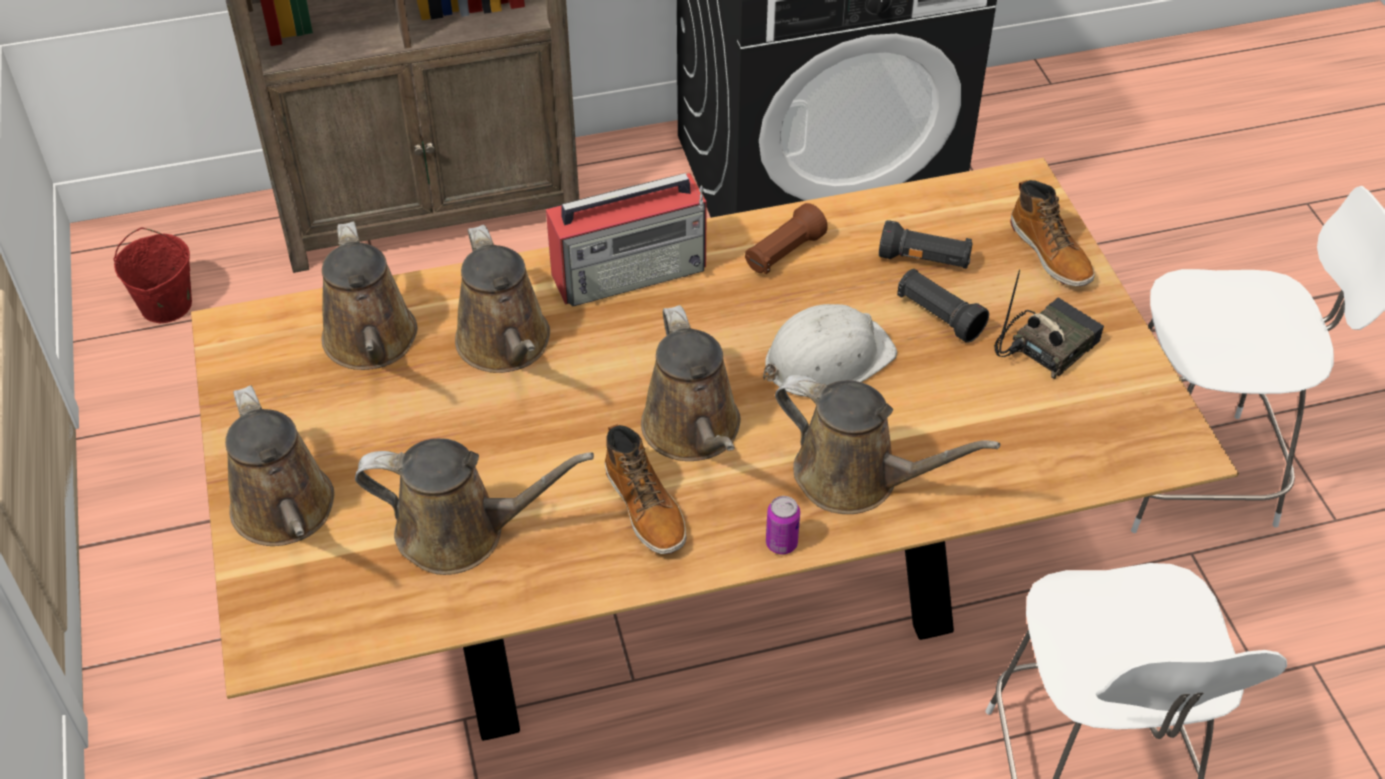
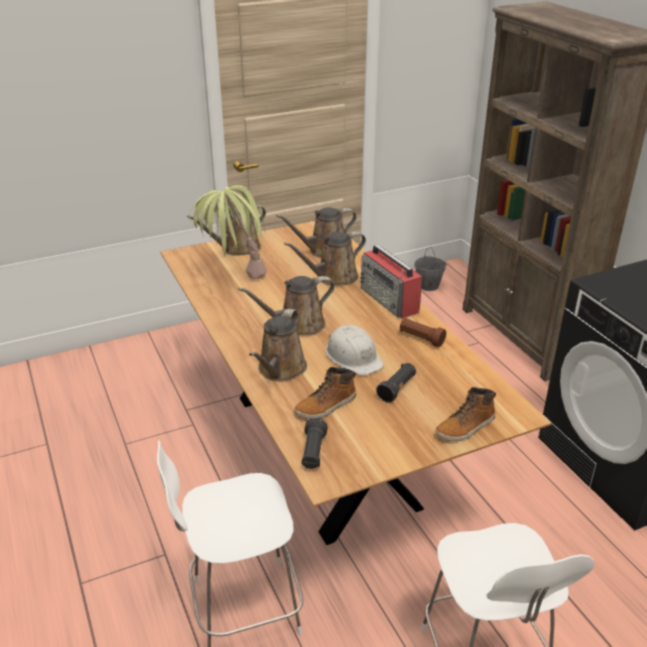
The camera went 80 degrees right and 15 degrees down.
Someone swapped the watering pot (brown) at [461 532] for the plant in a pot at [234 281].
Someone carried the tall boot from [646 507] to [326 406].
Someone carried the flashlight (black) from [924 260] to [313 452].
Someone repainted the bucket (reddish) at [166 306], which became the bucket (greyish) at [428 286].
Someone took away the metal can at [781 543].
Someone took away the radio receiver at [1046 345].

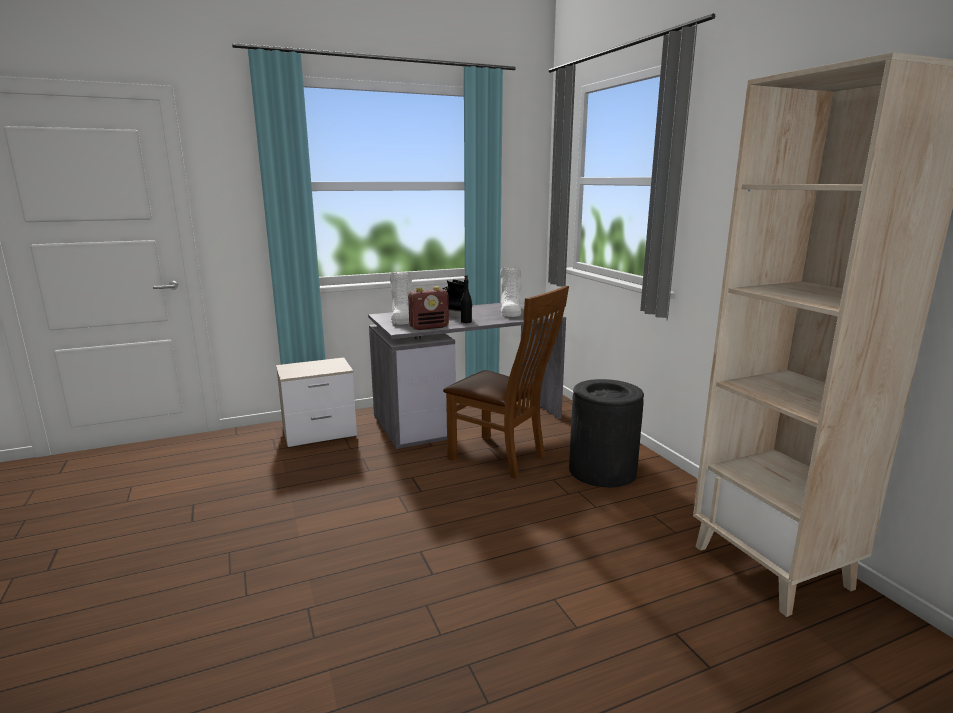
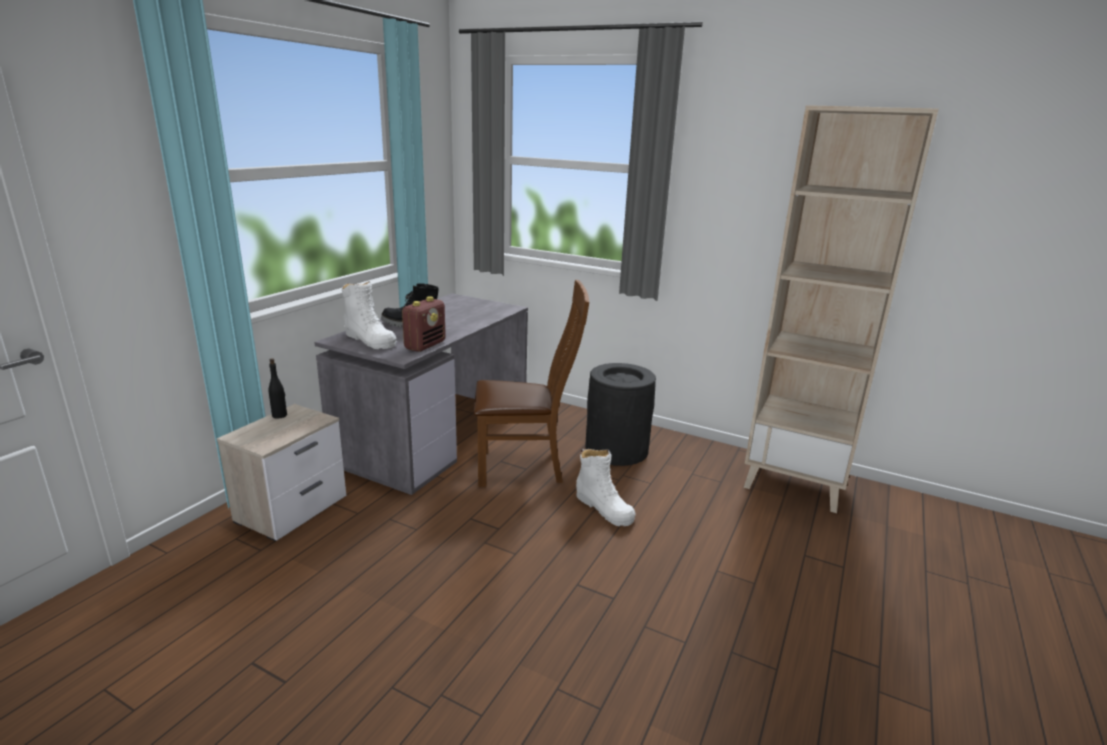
The camera went 40 degrees left and 5 degrees up.
Someone carried the drink bottle (black) from [466 322] to [280 415].
Someone carried the tall boot (white) from [510 311] to [604 508].

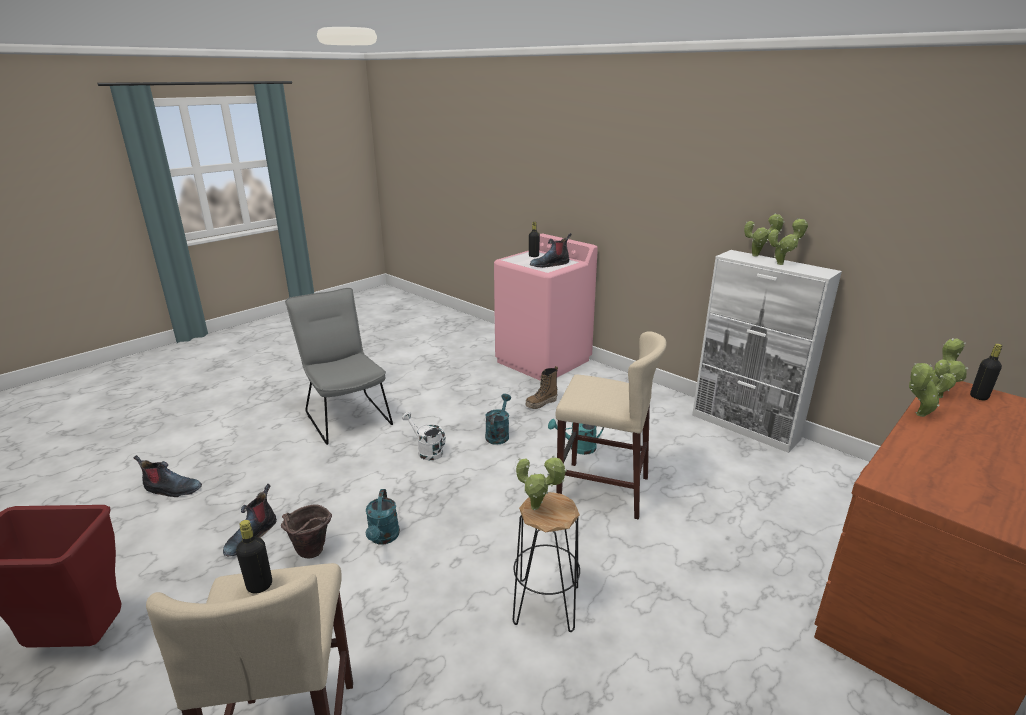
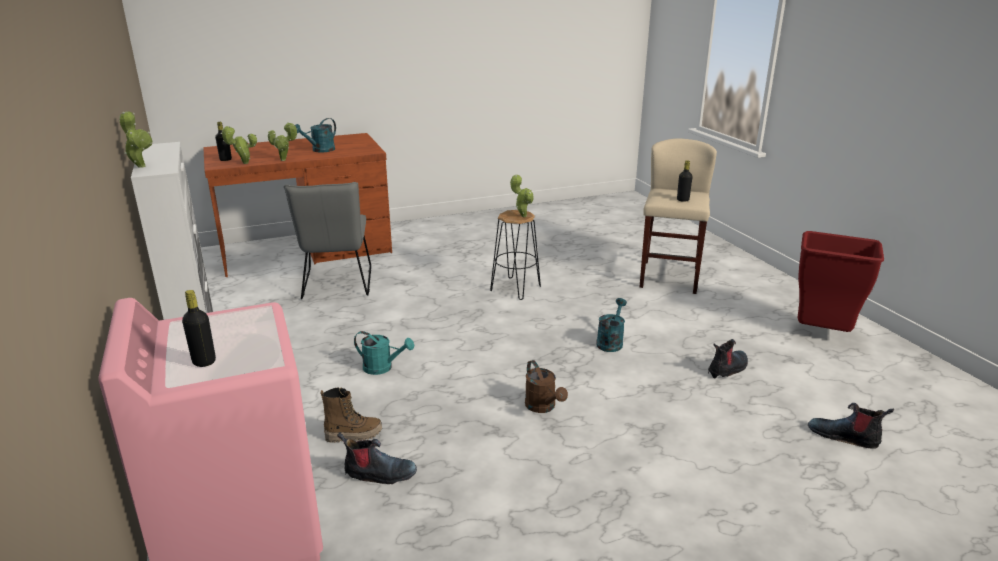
The camera went 155 degrees left and 0 degrees up.
Someone carried the chair (greyish) from [346 415] to [336 285].
Someone carried the watering pot (turquoise-coloured) from [498 434] to [320 150].
Someone carried the tall boot from [550 264] to [379 474].
Someone repainted the watering pot (white) at [427 451], which became the watering pot (brown) at [543 407].
Someone took away the bucket (brown) at [311 554].
Someone took away the stool (beige-coloured) at [602 489].
Someone took away the plant in a pot at [782 263].

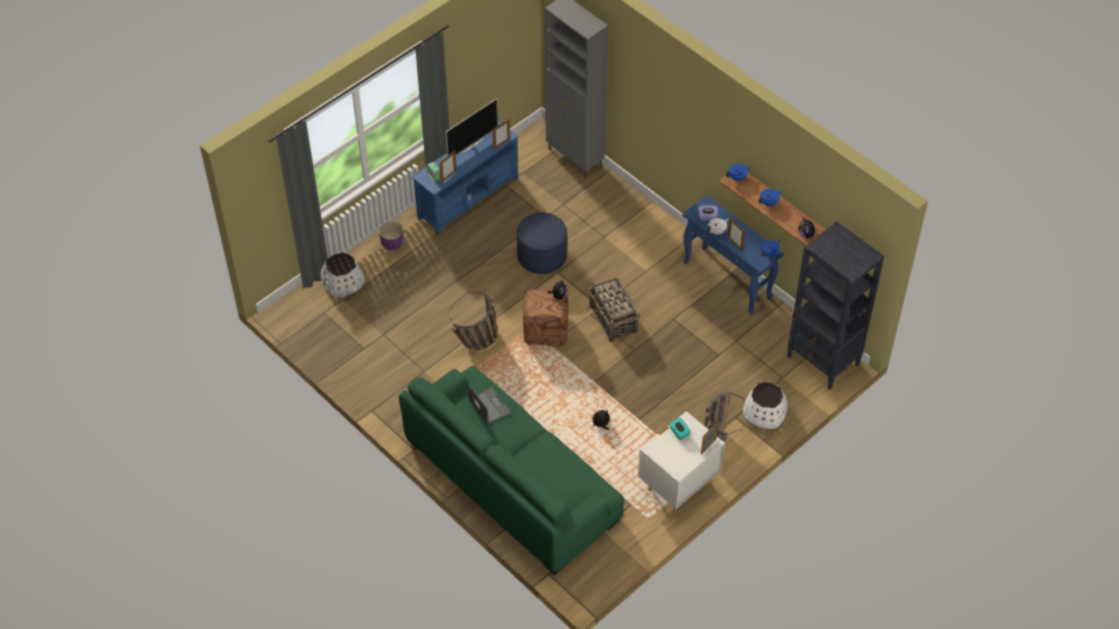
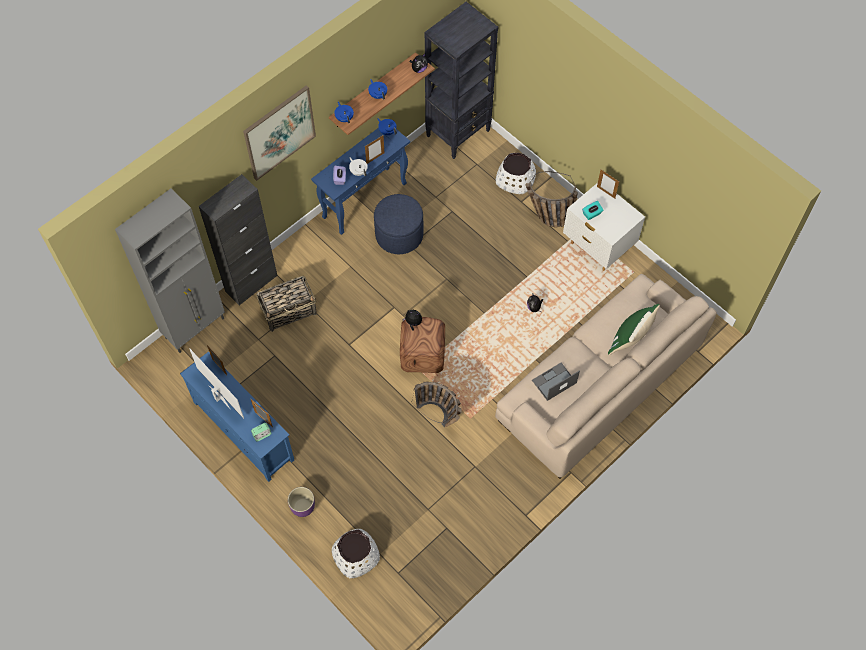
The camera went 90 degrees left and 10 degrees up.
Someone put down the cupboard (black) at [251 283].
Someone put up the wall art at [279 132].
Someone carried the storage basket from [613 319] to [289 311].
Someone carried the footrest (blue-coloured) from [542 256] to [399 235].
Someone repainted the sofa (green-coloured) at [512 479], which became the sofa (beige-coloured) at [599 383].
Someone put down the pillow (green-coloured) at [630 340].

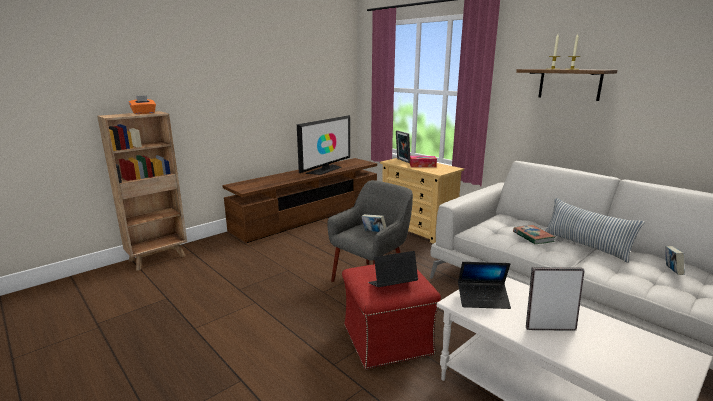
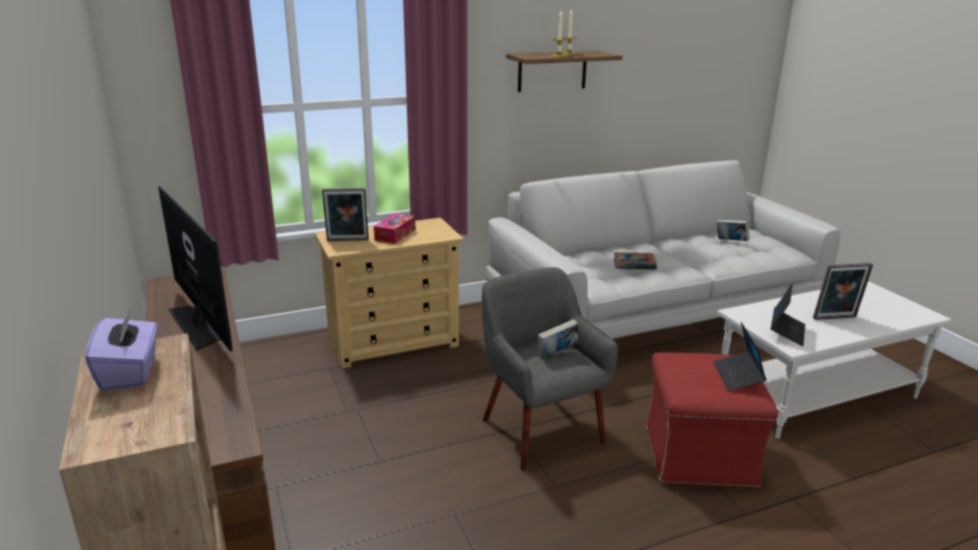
The camera went 70 degrees left and 5 degrees up.
Someone repainted the tissue holder (orange-coloured) at [144 113], which became the tissue holder (purplish) at [130 372].
Someone rotated the standing frame at [549 327] by 120 degrees counterclockwise.
Someone took away the pillow at [585 245].

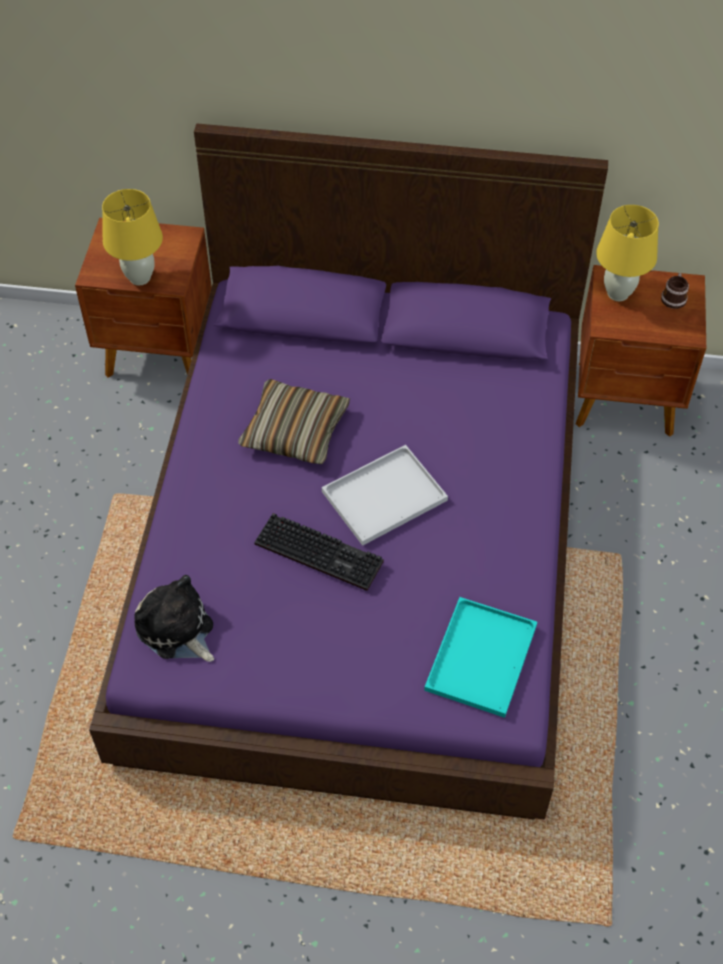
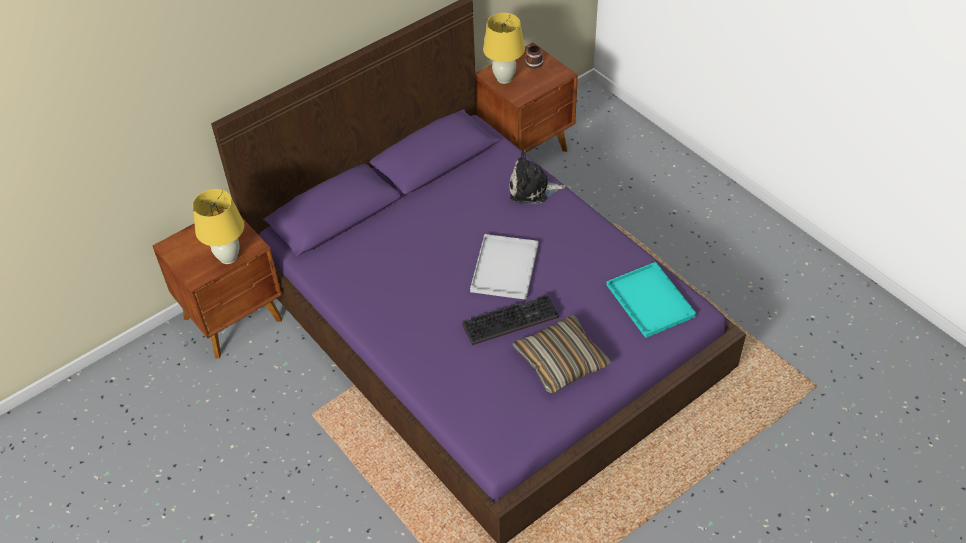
The camera went 45 degrees left and 5 degrees down.
Someone carried the soft toy from [177 630] to [532 189].
Someone carried the pillow from [295 431] to [561 361].

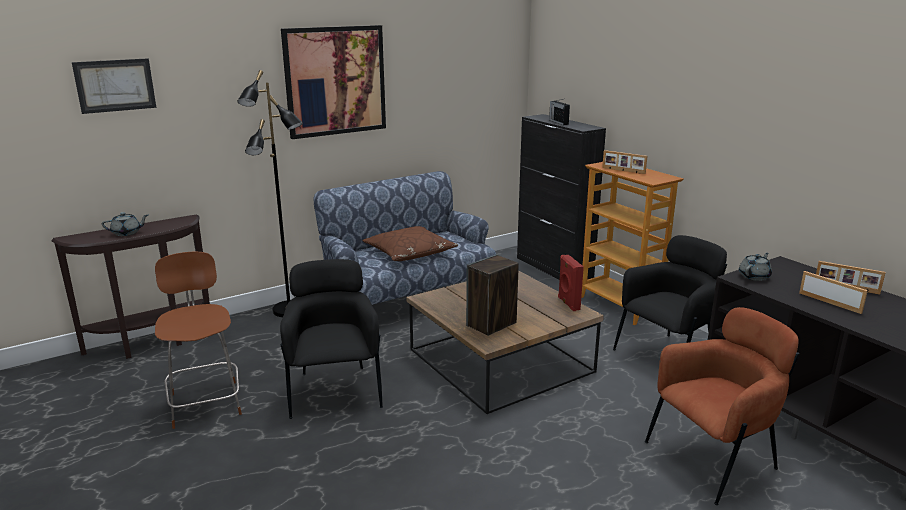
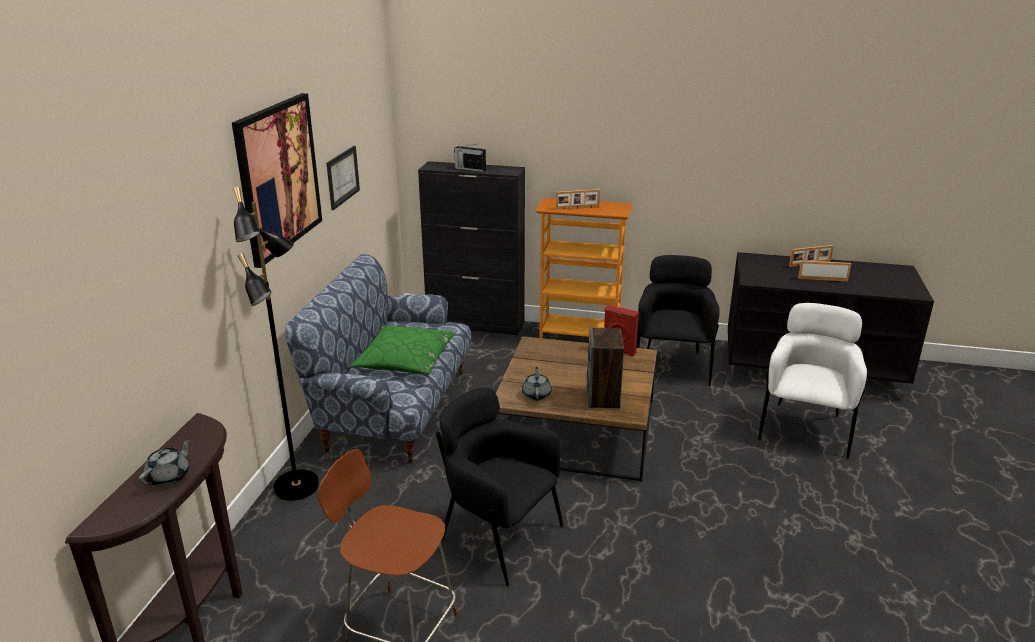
The camera went 45 degrees left and 5 degrees up.
Someone carried the wall art from [115 85] to [342 177].
Someone repainted the pillow (brown) at [410 253], which became the pillow (green-coloured) at [405 360].
Someone carried the pot for tea (greyish) from [754 276] to [536 394].
Someone repainted the lounge chair (brown) at [714 459], which became the lounge chair (white) at [805 429].

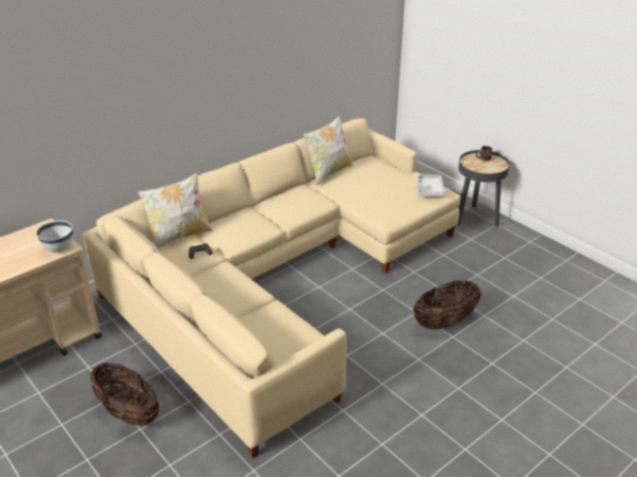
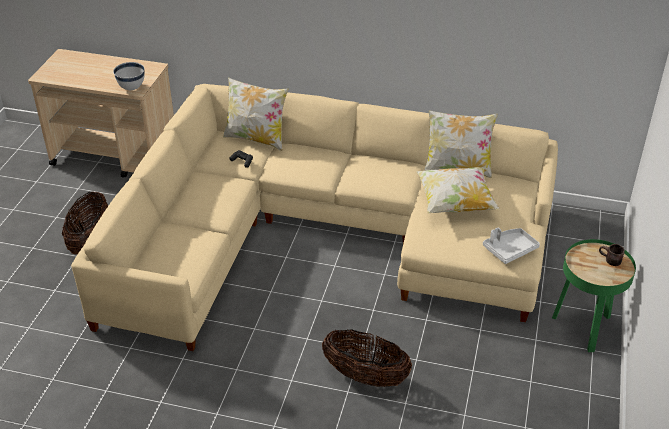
The camera went 55 degrees right and 5 degrees up.
Someone put down the pillow at [455 203].
Someone repainted the side table (black) at [476 218], which became the side table (green-coloured) at [584 327].

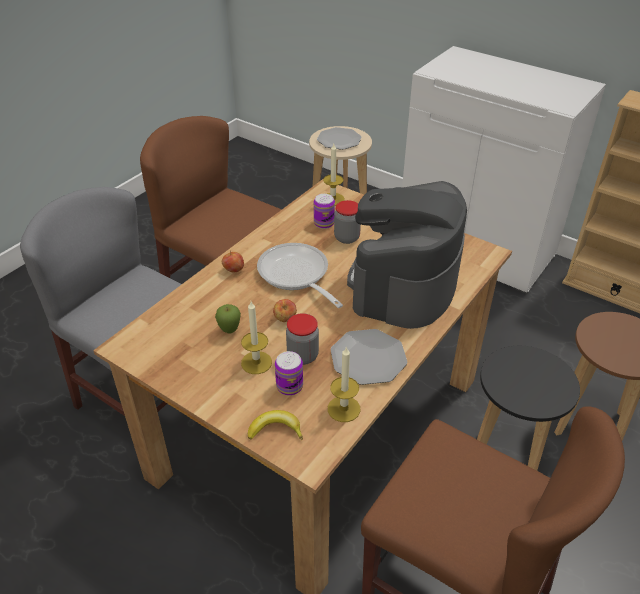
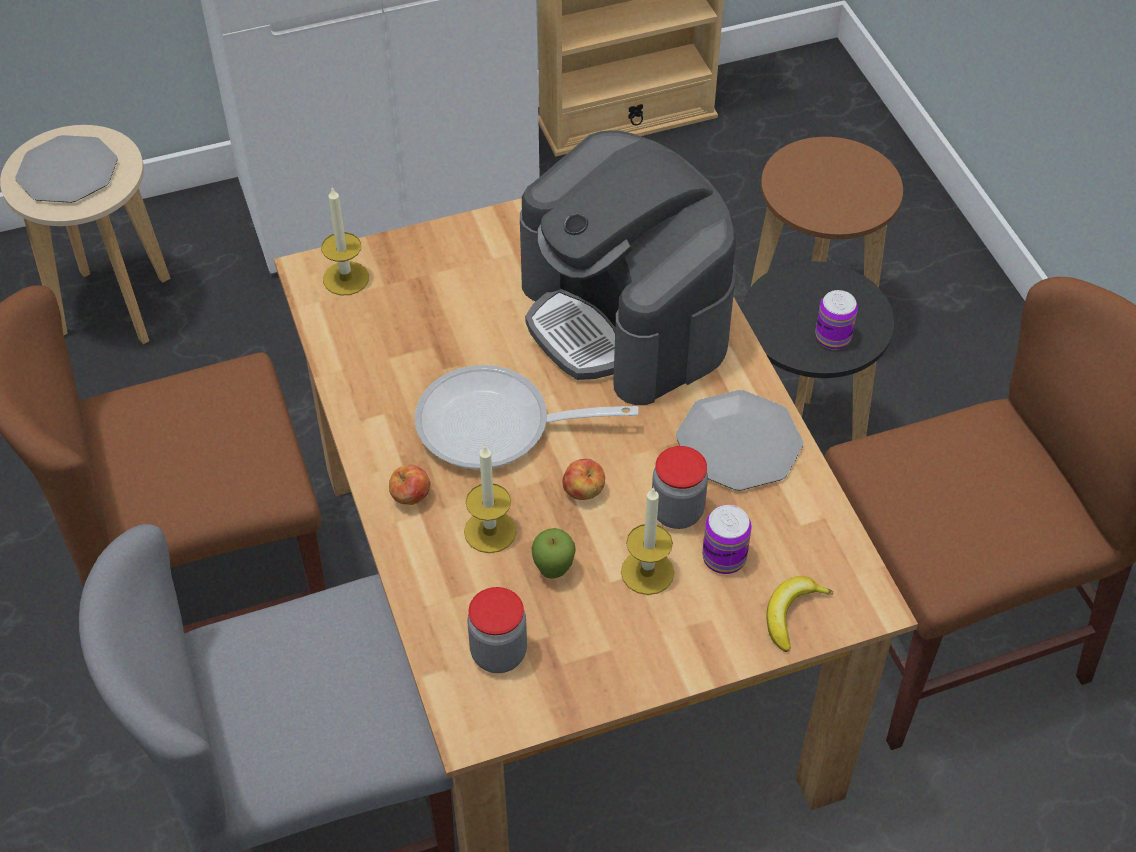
The camera went 55 degrees left and 10 degrees up.
Someone carried the candle from [344 409] to [490 531].
Someone carried the jar from [347 238] to [498 653].
Someone carried the metal can from [324 223] to [833 337].

